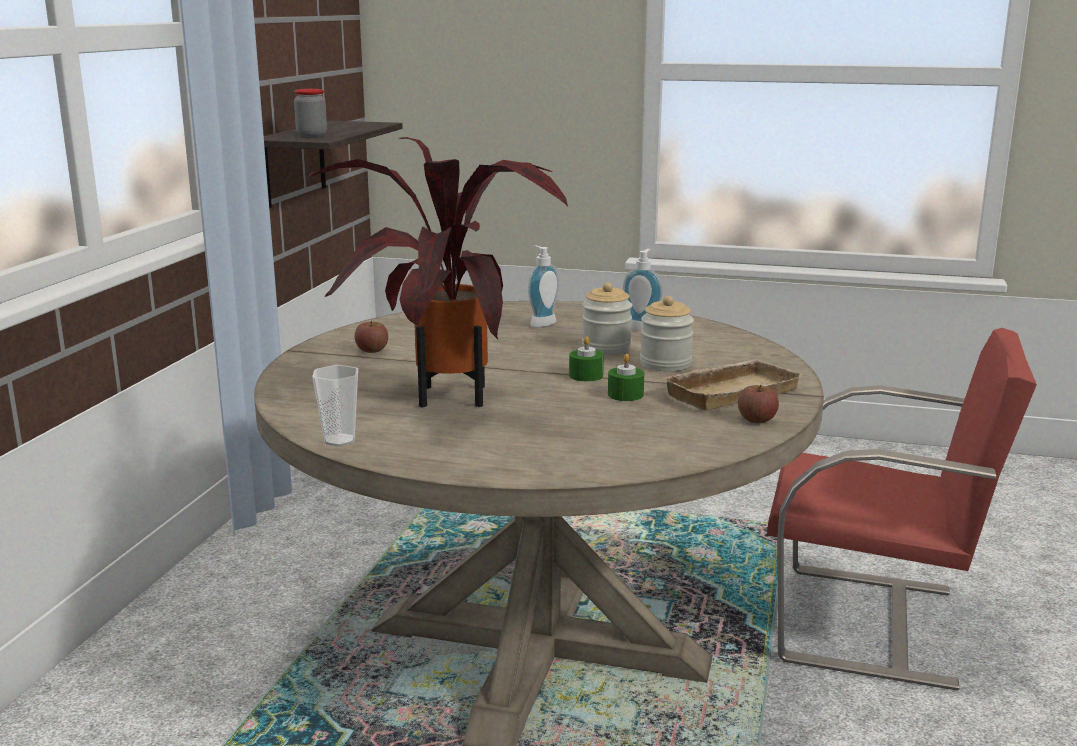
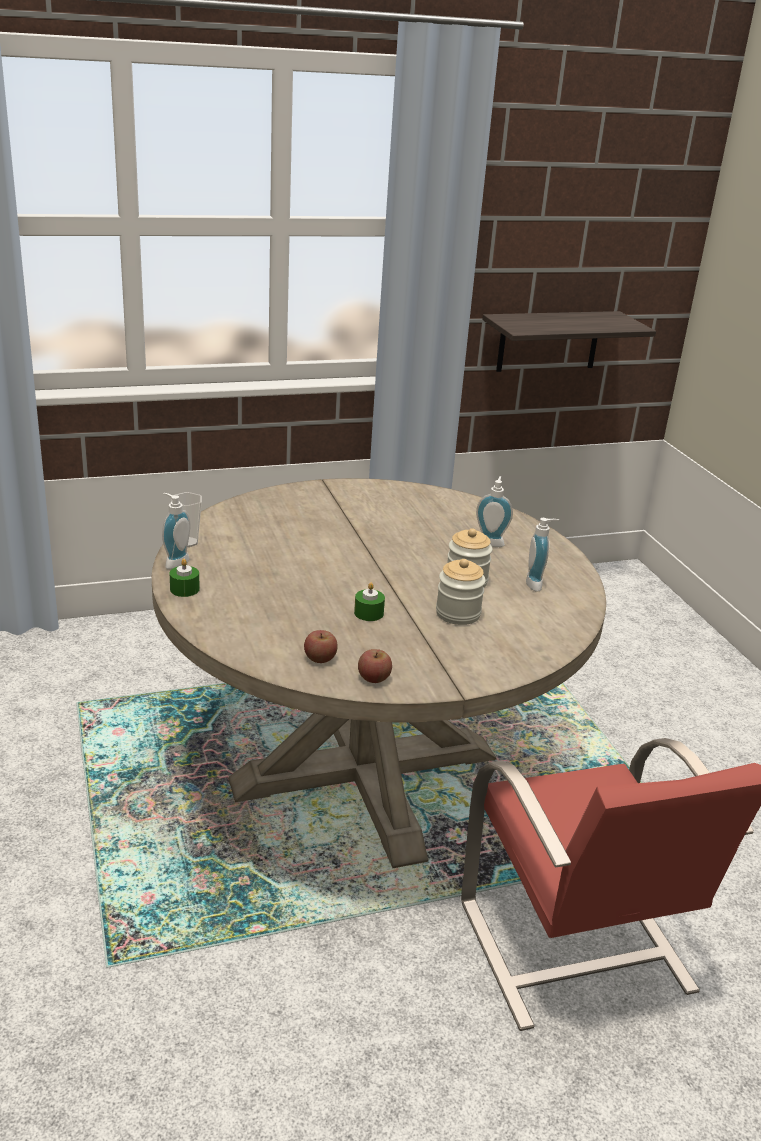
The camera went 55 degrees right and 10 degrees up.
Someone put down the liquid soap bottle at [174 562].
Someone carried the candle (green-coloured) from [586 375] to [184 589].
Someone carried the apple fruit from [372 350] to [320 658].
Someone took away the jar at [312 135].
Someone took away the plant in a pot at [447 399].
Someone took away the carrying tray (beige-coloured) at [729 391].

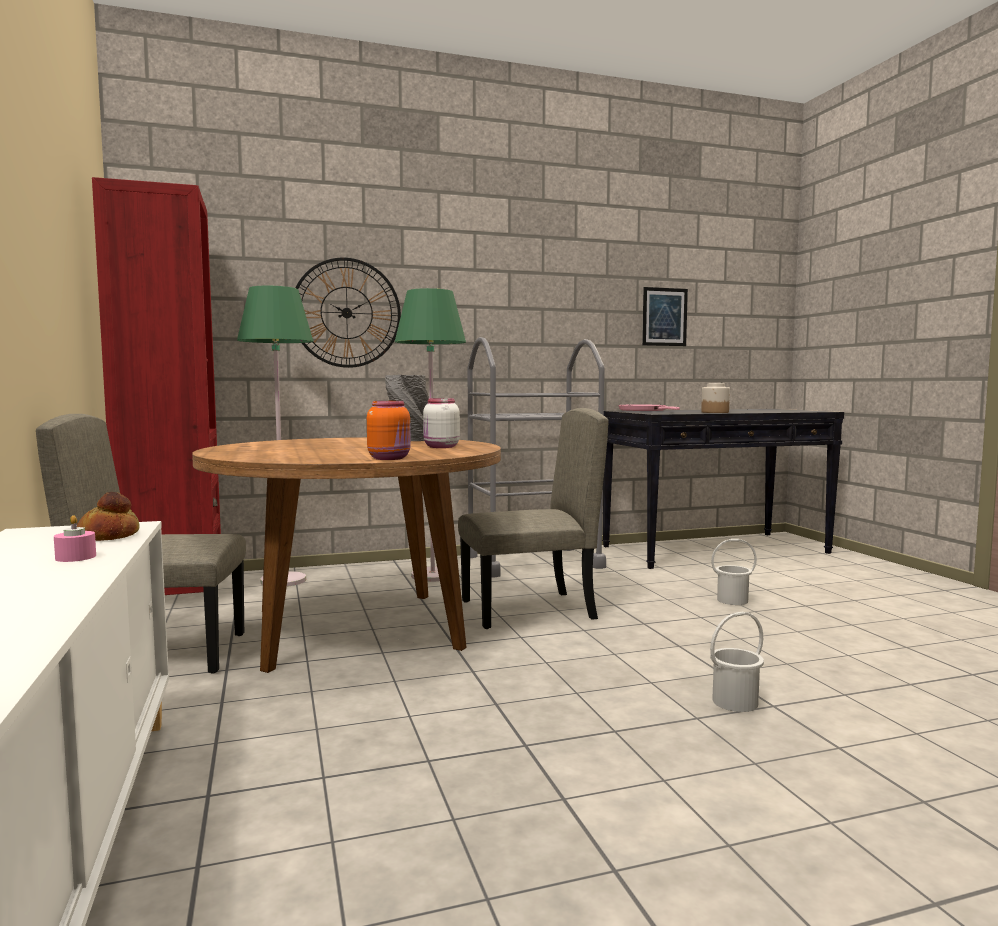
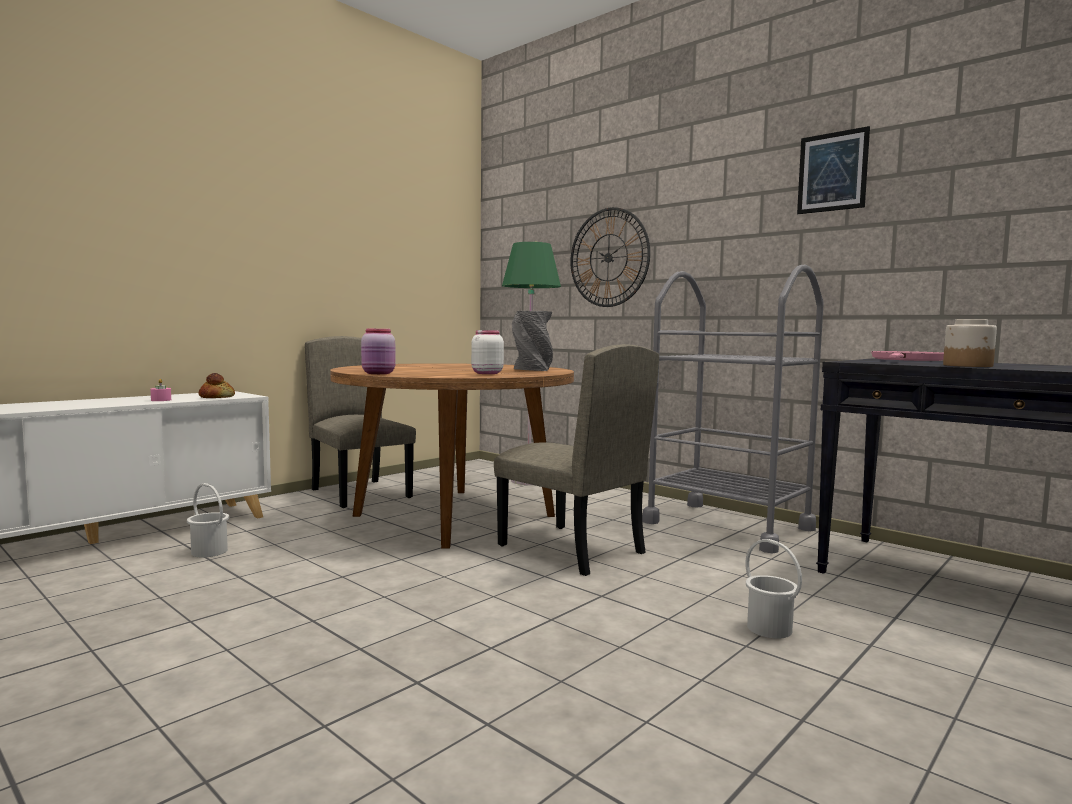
The camera went 60 degrees right and 0 degrees up.
Someone carried the bucket (white) from [734 702] to [210 551].
Someone repainted the jar (orange-coloured) at [390 458], which became the jar (pinkish) at [379 373].
Someone carried the wall art from [664 317] to [832 172].
Someone took away the bookshelf (reddish) at [173 592].
Someone took away the standard lamp (green-coloured) at [433 575].

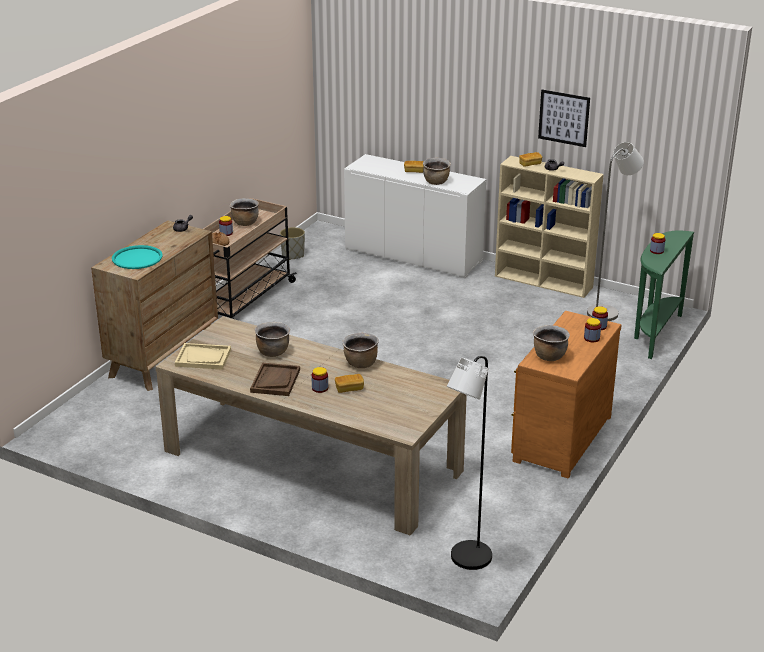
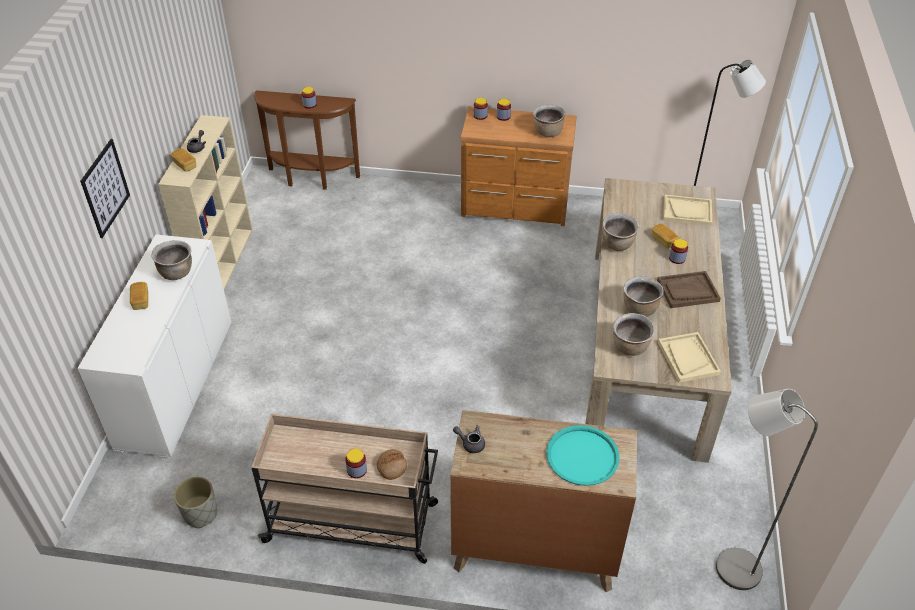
The camera went 110 degrees left and 15 degrees up.
Someone carried the wall art from [564 118] to [105 188].
Someone repainted the console table (green-coloured) at [654 333], which became the console table (brown) at [311 179].
Someone carried the cooking pot (brown) from [245 223] to [630 348].
Someone put down the carrying tray (beige-coloured) at [687 211].
Someone carried the standard lamp (greyish) from [607 312] to [729 564].

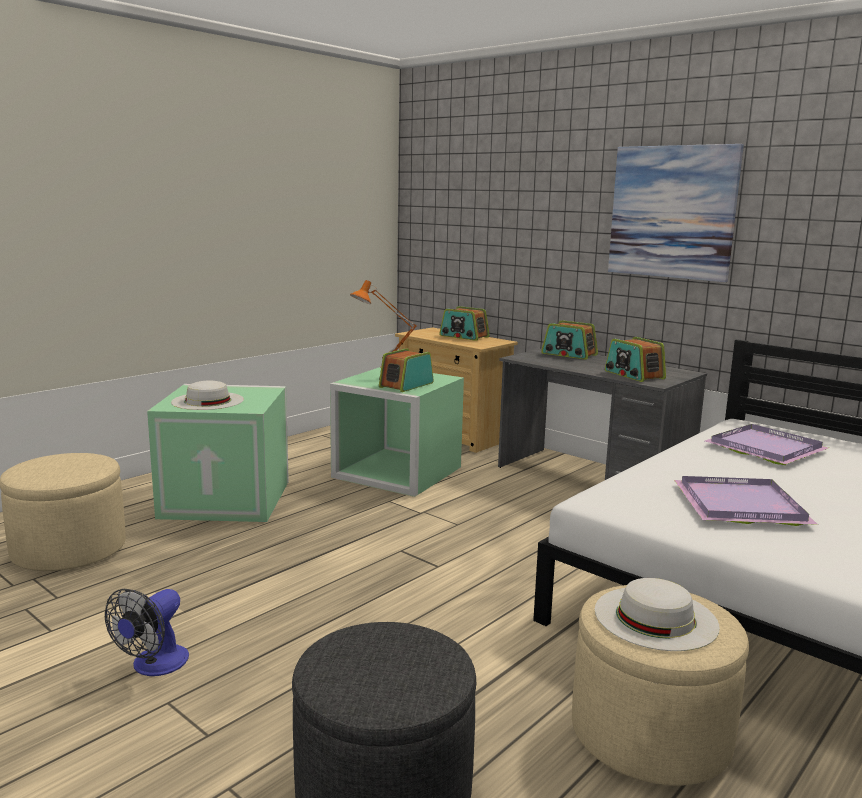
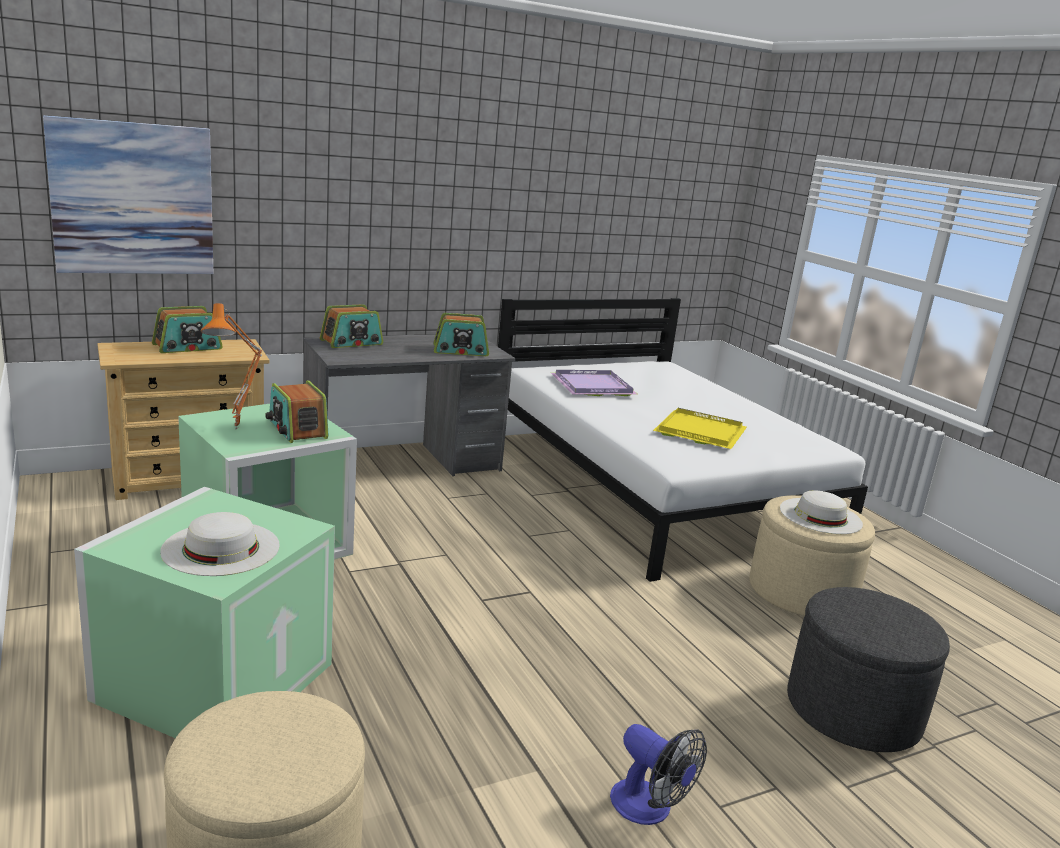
The camera went 70 degrees left and 5 degrees up.
Someone carried the wall art from [672 212] to [133 199].
Someone repainted the carrying tray (purplish) at [737 504], which became the carrying tray (yellow) at [698 432].

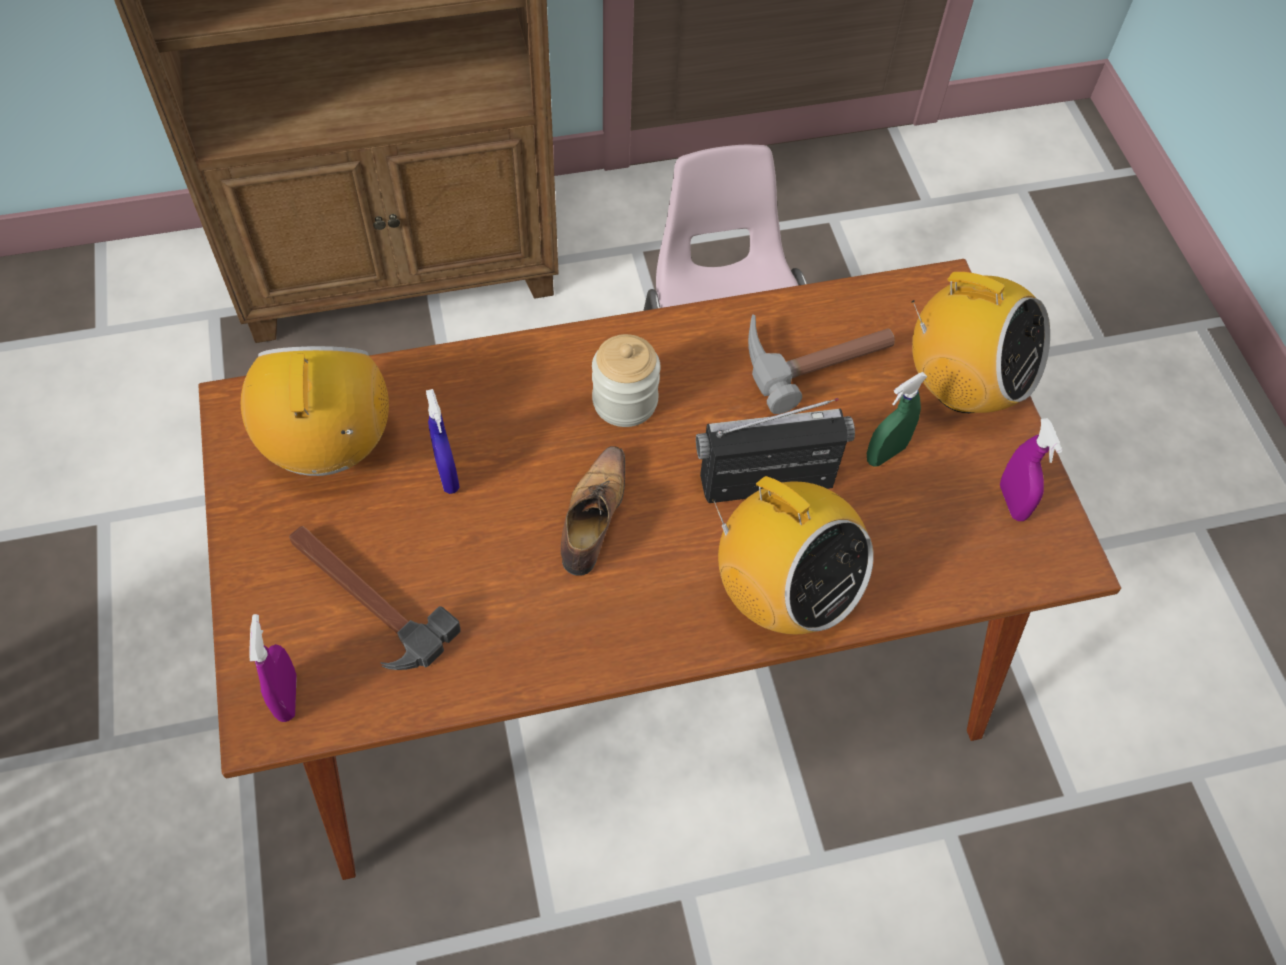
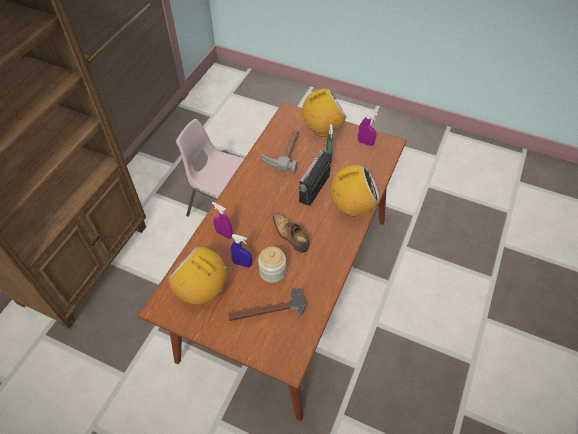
The camera went 50 degrees left and 5 degrees down.
Someone carried the sprayer (purplish) from [287 697] to [224 234].
Someone carried the jar from [625 401] to [272 272].

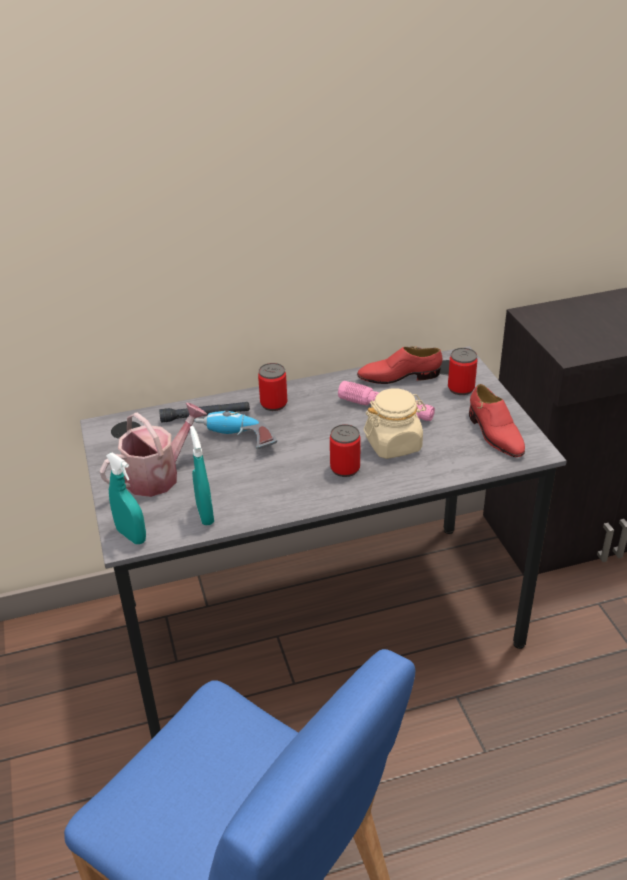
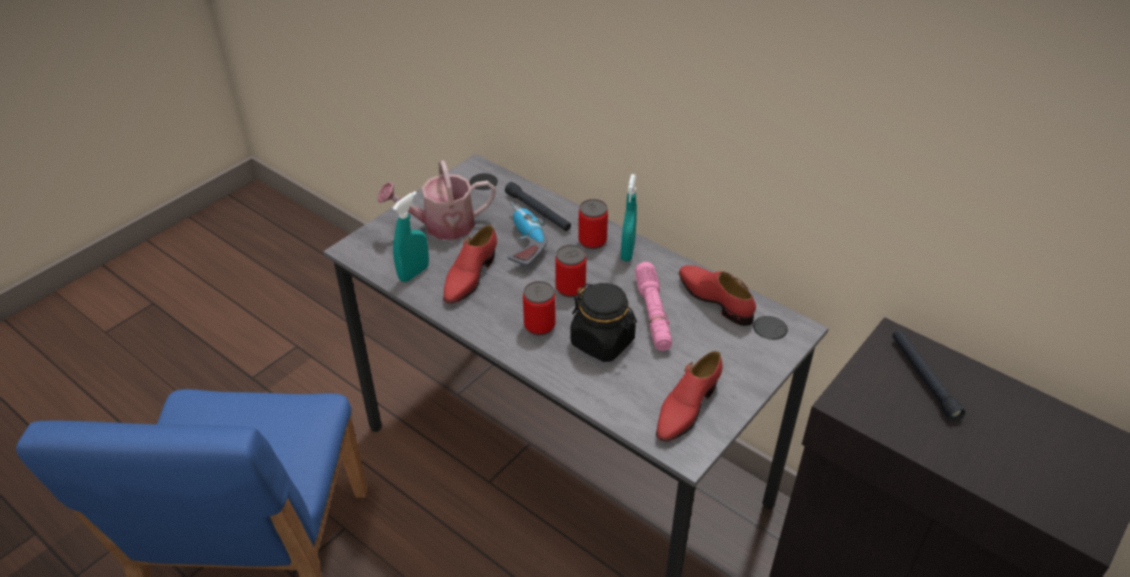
The camera went 55 degrees right and 5 degrees up.
Someone rotated the watering pot at [158 475] by 150 degrees clockwise.
Someone put down the shoe (reddish) at [469 276].
Someone carried the metal can from [461 388] to [570 288].
Someone repainted the jar (beige-coloured) at [394 444], which became the jar (black) at [603 342].
Someone carried the sprayer (turquoise-coloured) from [131 535] to [627 252].
Someone put down the flashlight (black) at [923 378].

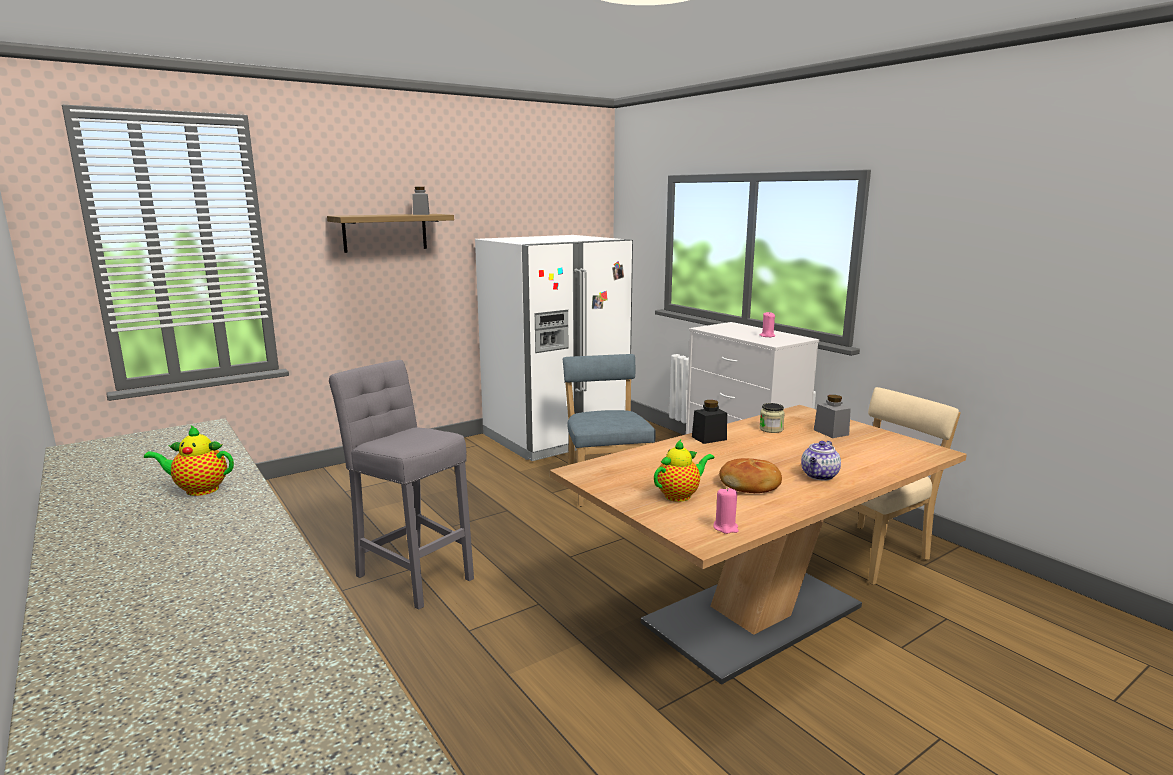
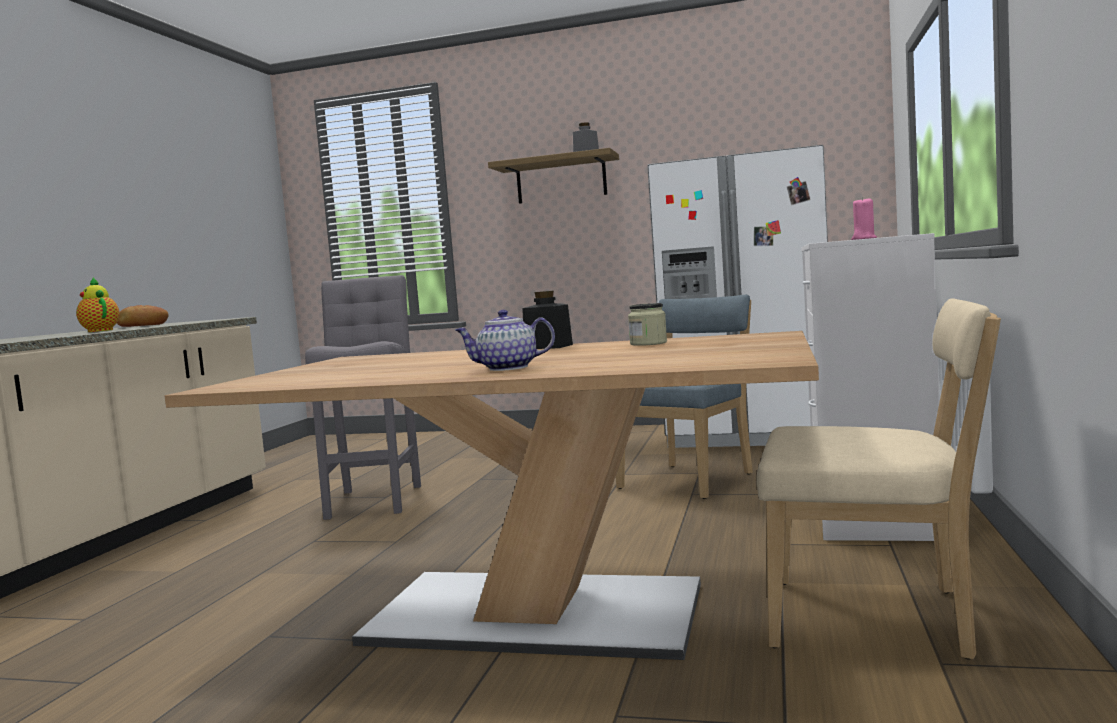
The camera went 50 degrees right and 10 degrees down.
Someone carried the bread from [751 485] to [143 326].
Someone took away the pot for tea at [680 495].
Someone took away the candle (pinkish) at [725 527].
Someone took away the jar (greyish) at [831 432].

